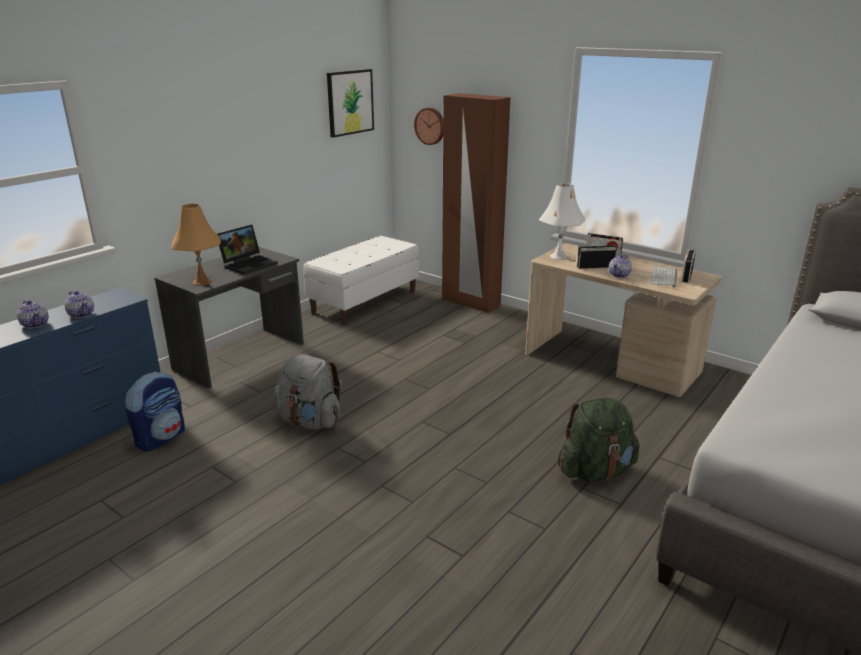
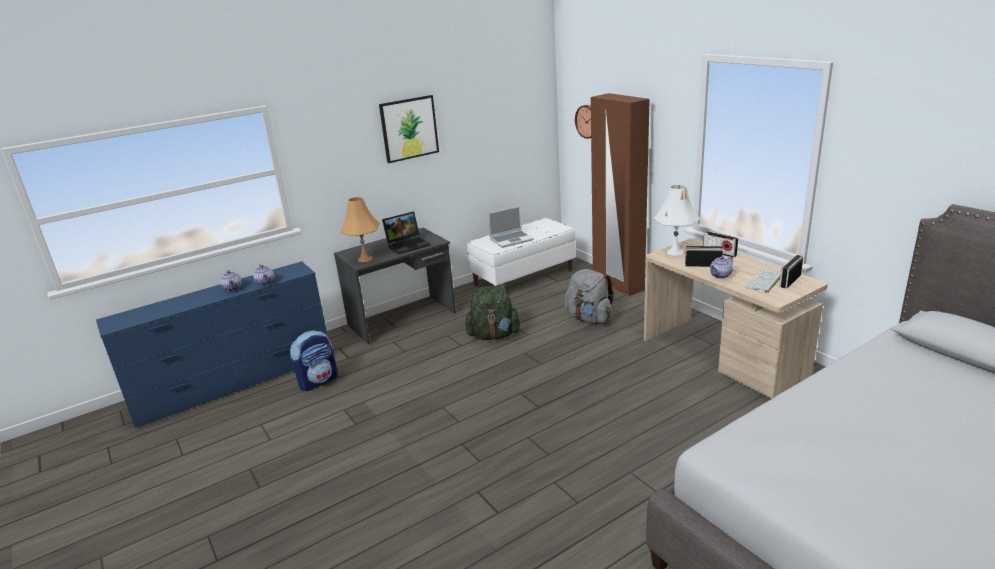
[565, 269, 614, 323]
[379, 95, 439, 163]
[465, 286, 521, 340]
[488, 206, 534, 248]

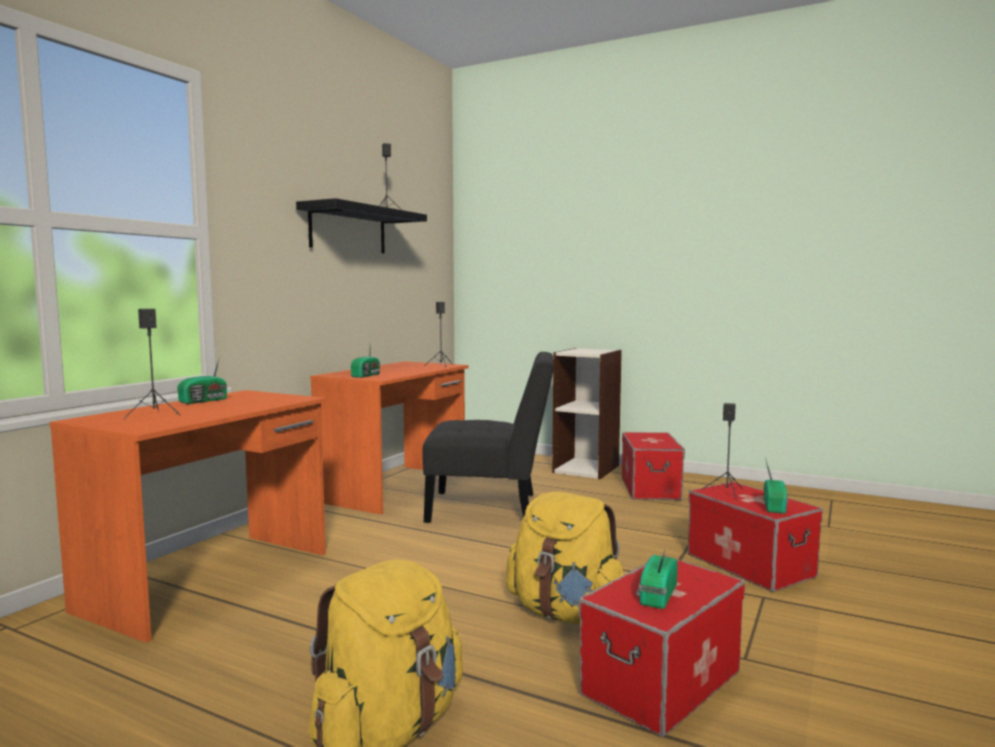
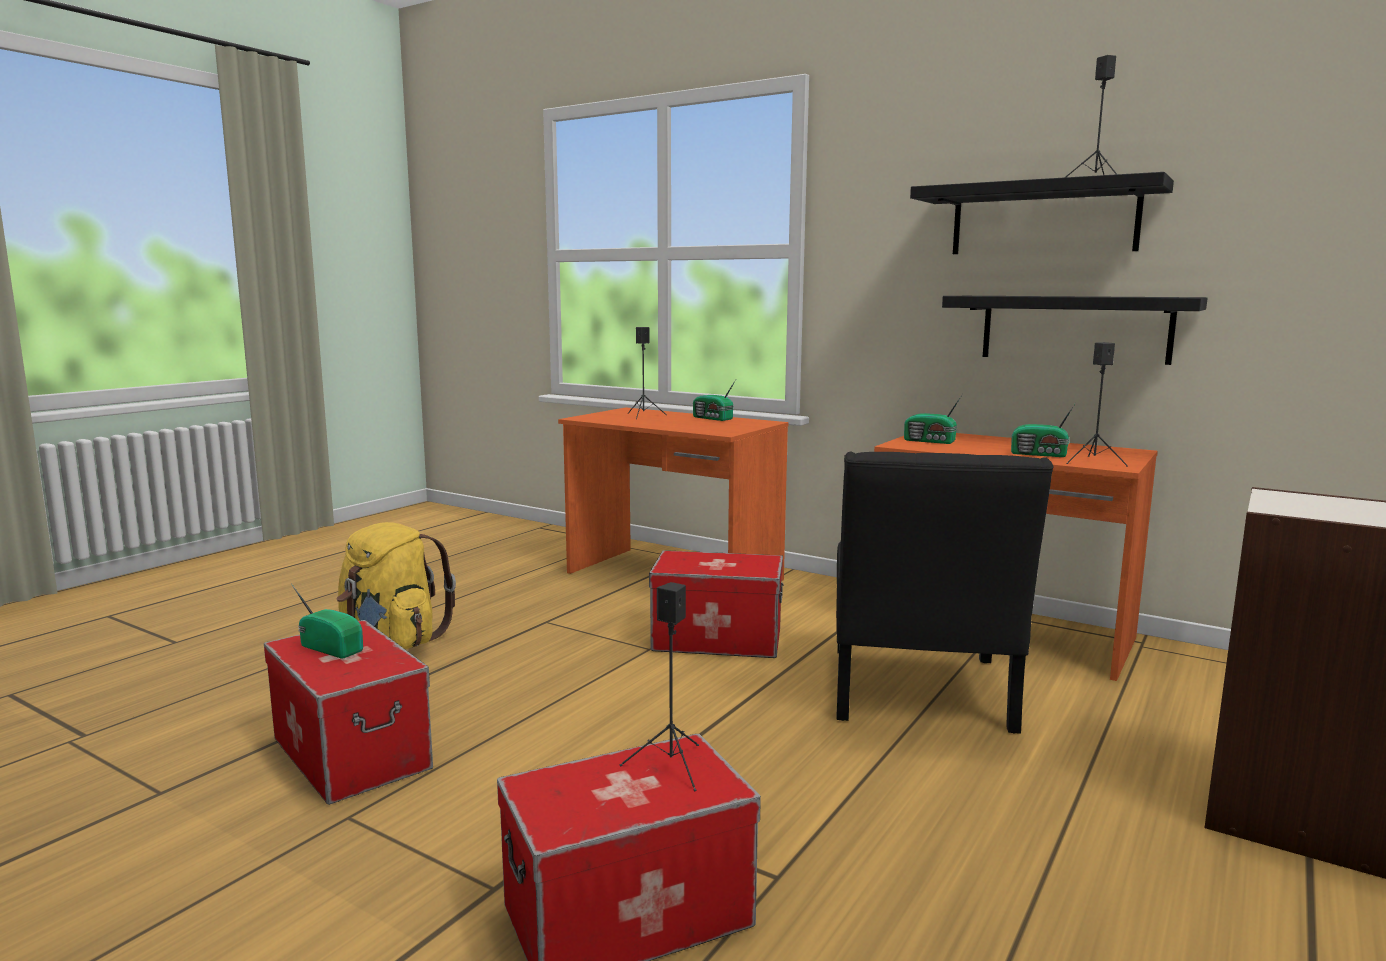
[506, 491, 624, 624] (first image)
[649, 550, 784, 658]
[1011, 404, 1075, 457]
[942, 296, 1208, 365]

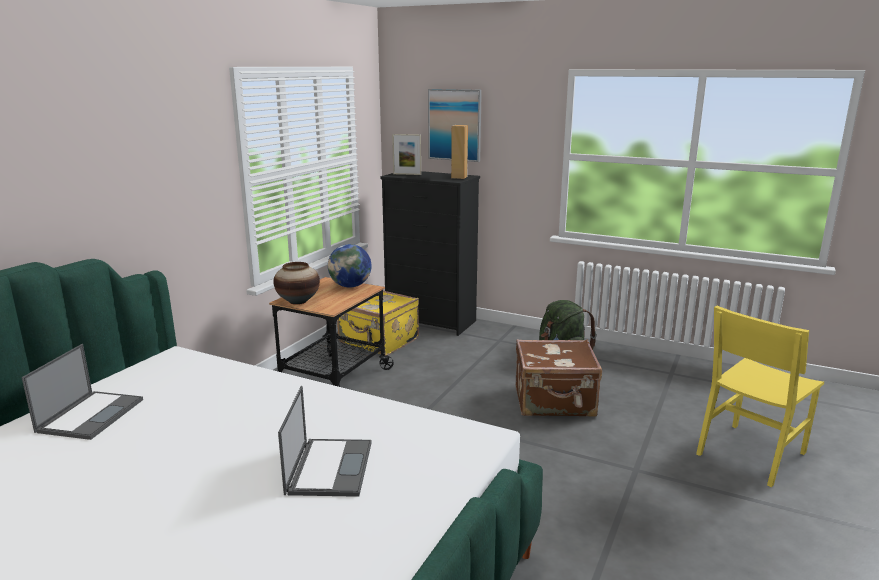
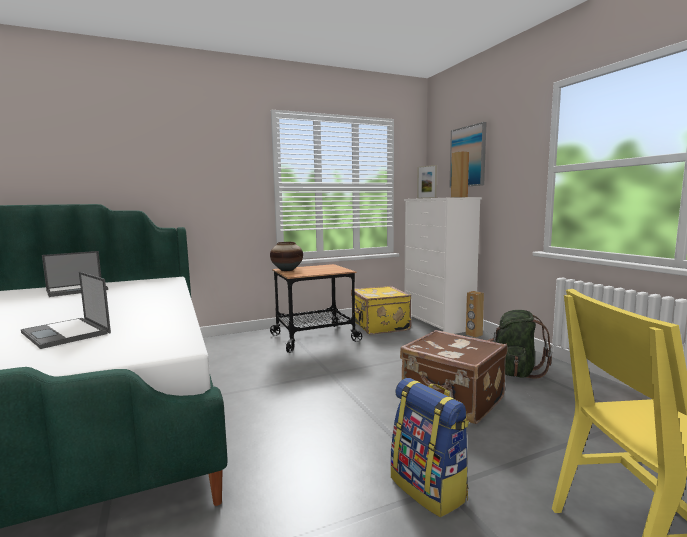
[21, 272, 111, 349]
[328, 244, 371, 288] (first image)
[404, 197, 482, 334]
[391, 378, 469, 517]
[466, 291, 484, 338]

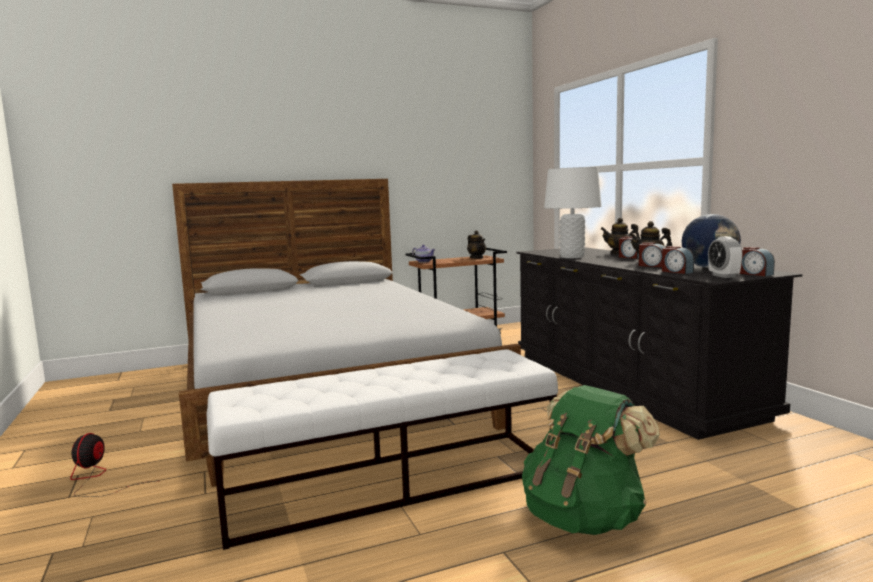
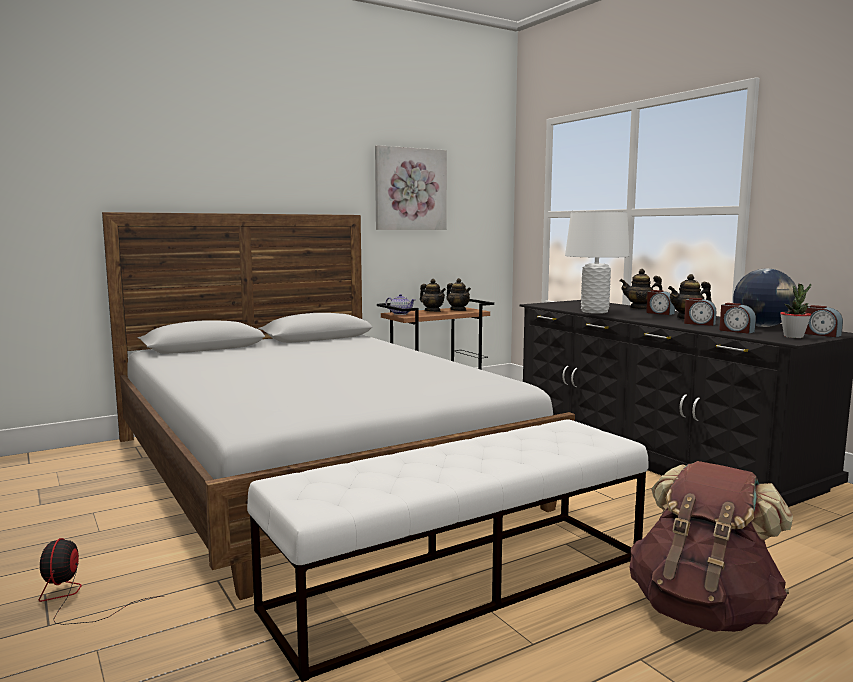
[630, 461, 793, 632]
[780, 284, 811, 338]
[375, 145, 447, 230]
[420, 279, 446, 312]

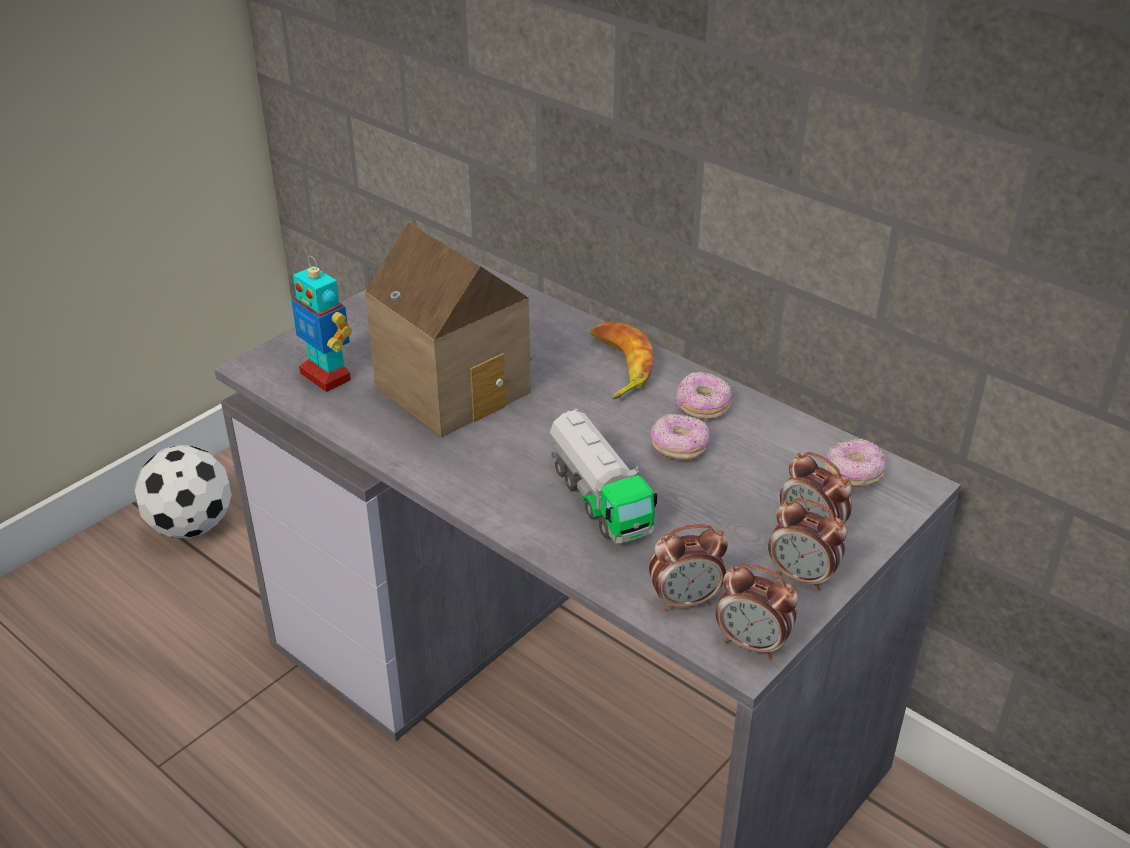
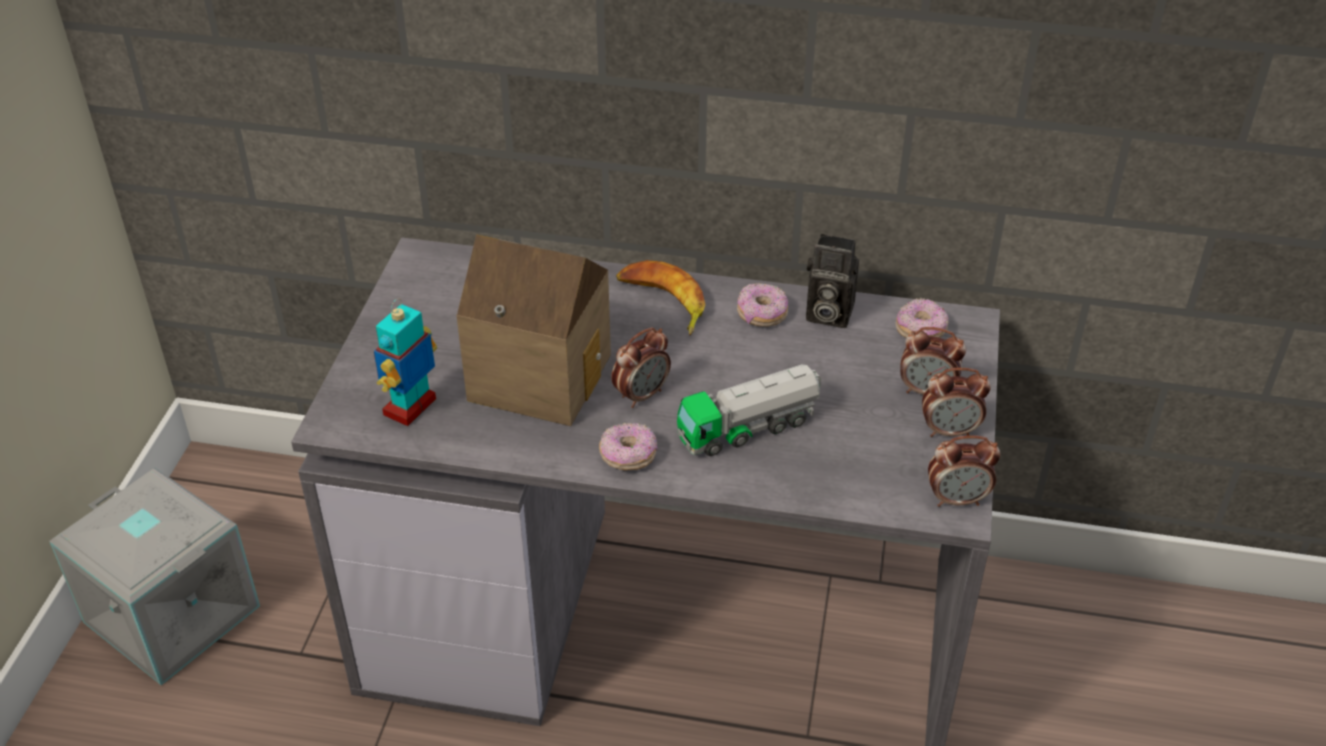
[49, 468, 260, 685]
[374, 298, 437, 426]
[677, 364, 821, 456]
[611, 327, 671, 408]
[599, 423, 657, 471]
[806, 234, 859, 328]

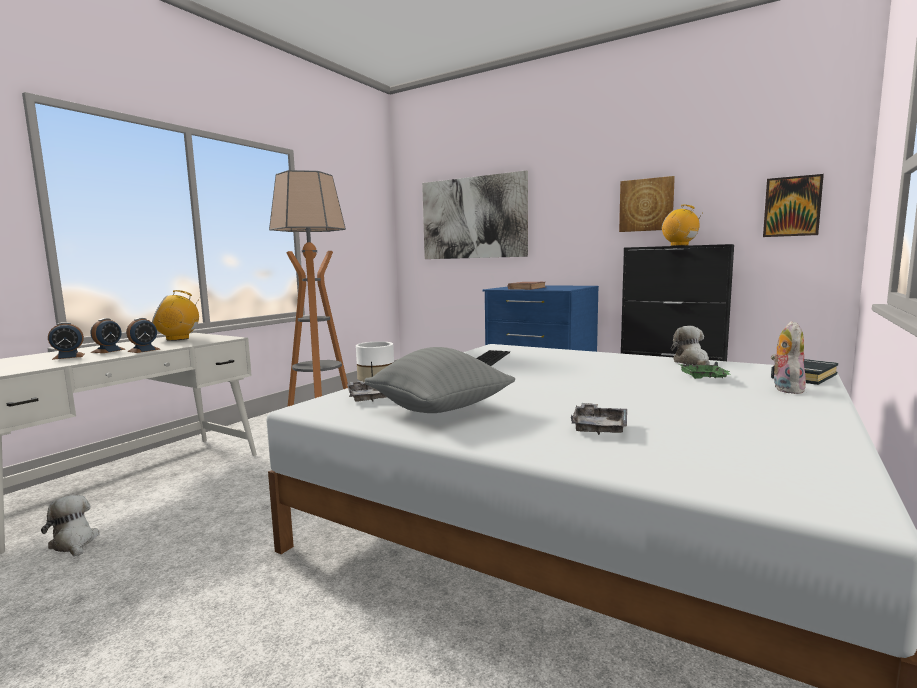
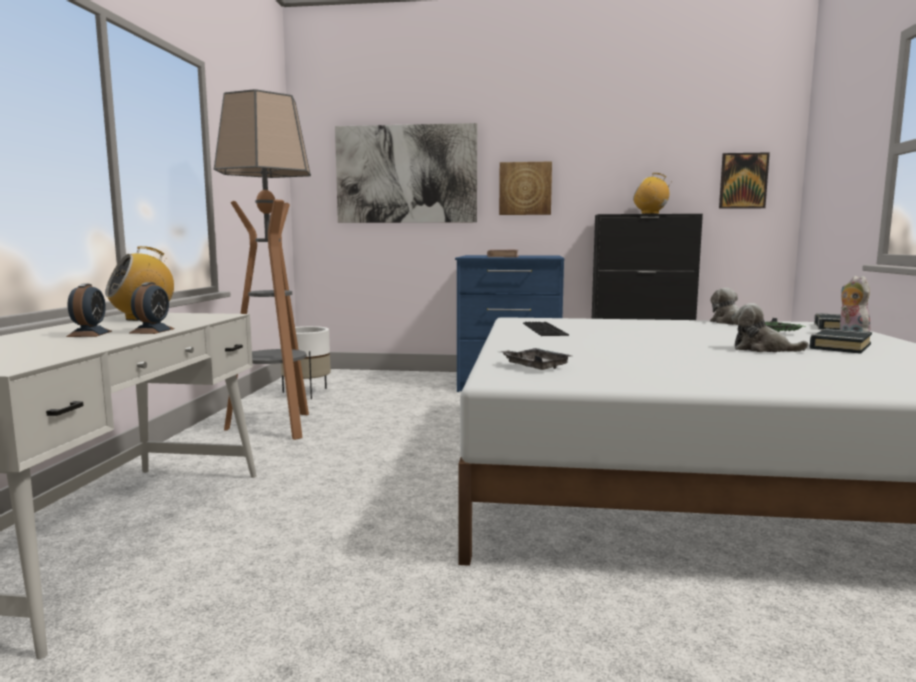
[732, 303, 808, 352]
[48, 322, 84, 360] (first image)
[365, 347, 515, 413] (first image)
[571, 403, 627, 435] (first image)
[499, 161, 552, 215]
[810, 329, 872, 354]

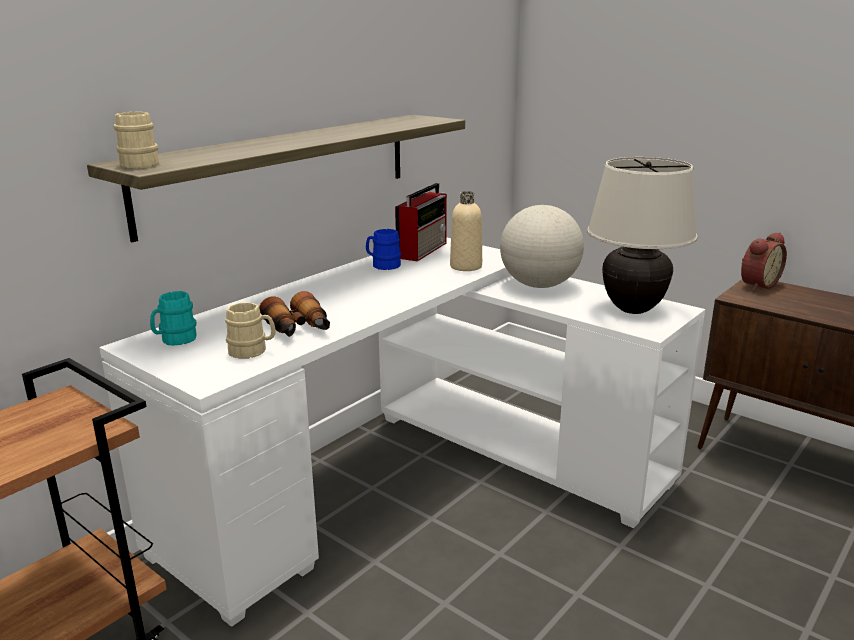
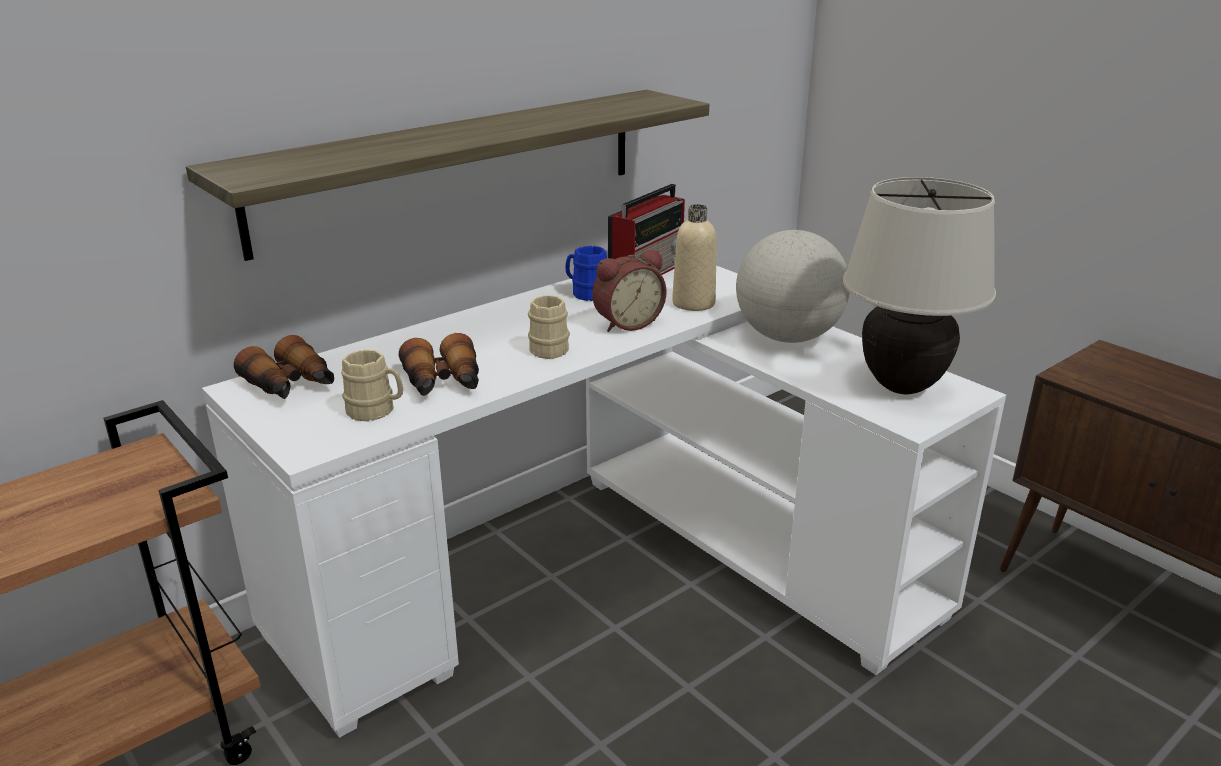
[528, 295, 570, 359]
[234, 335, 334, 399]
[592, 249, 667, 332]

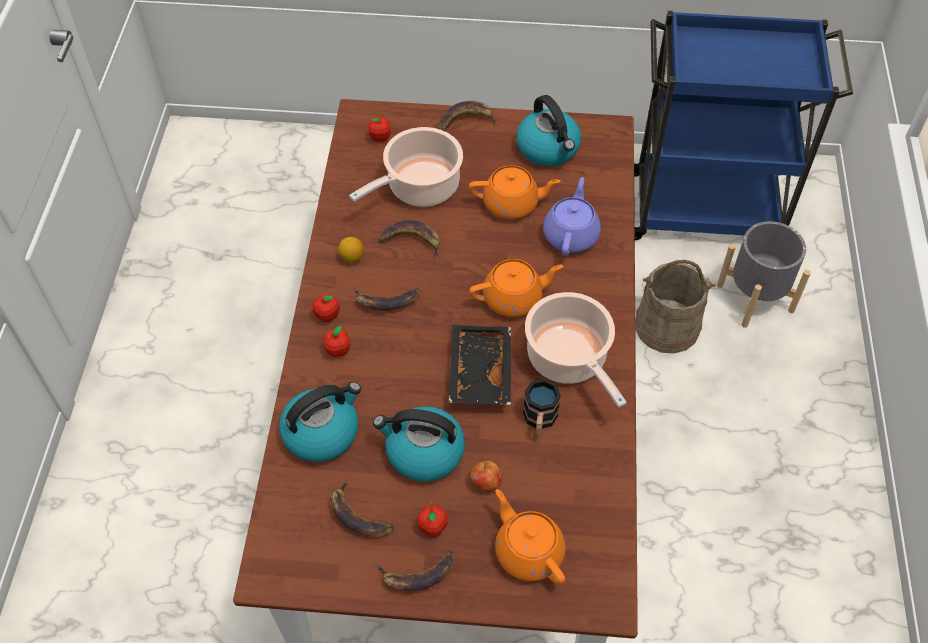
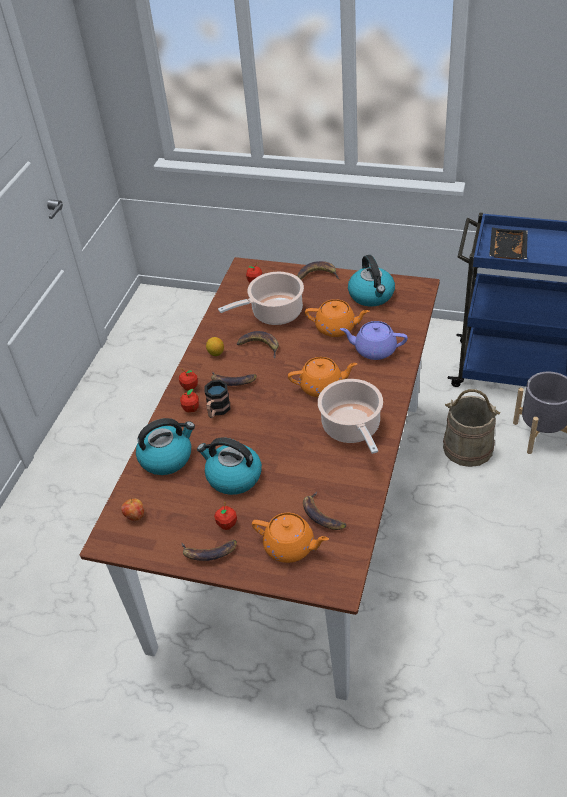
[303, 491, 347, 530]
[489, 228, 528, 260]
[121, 498, 144, 521]
[252, 513, 329, 563]
[205, 380, 230, 418]
[340, 321, 408, 360]

